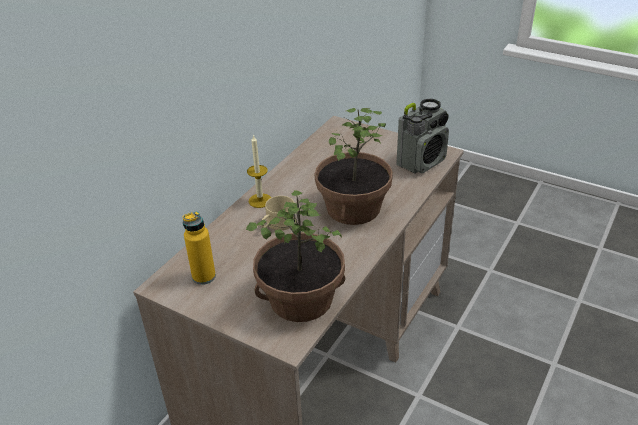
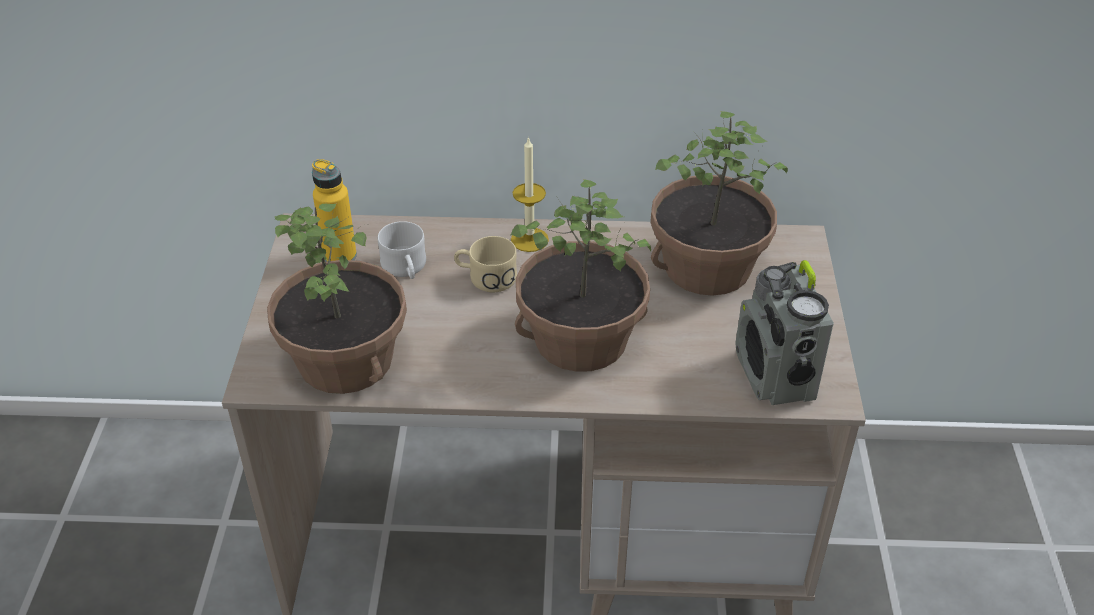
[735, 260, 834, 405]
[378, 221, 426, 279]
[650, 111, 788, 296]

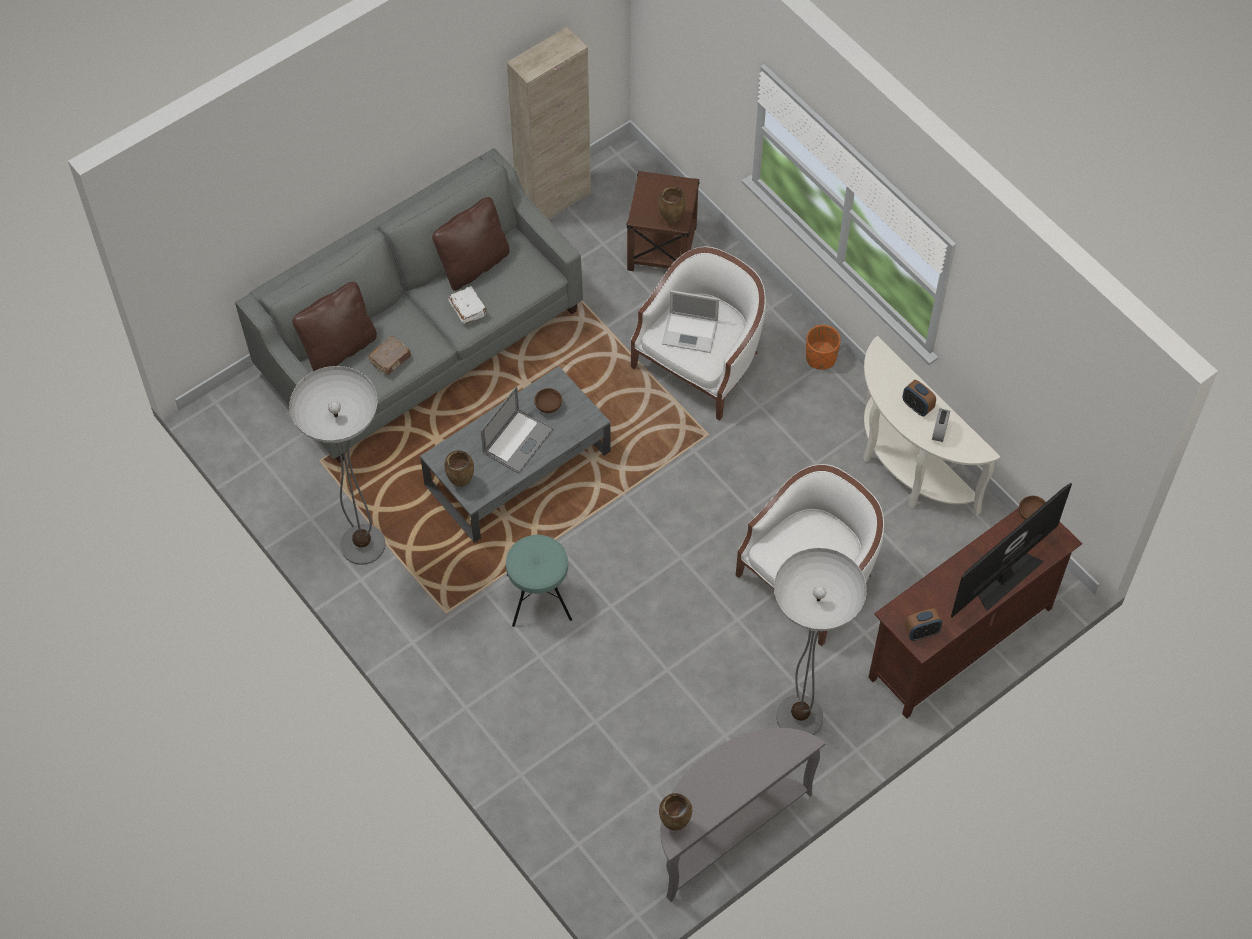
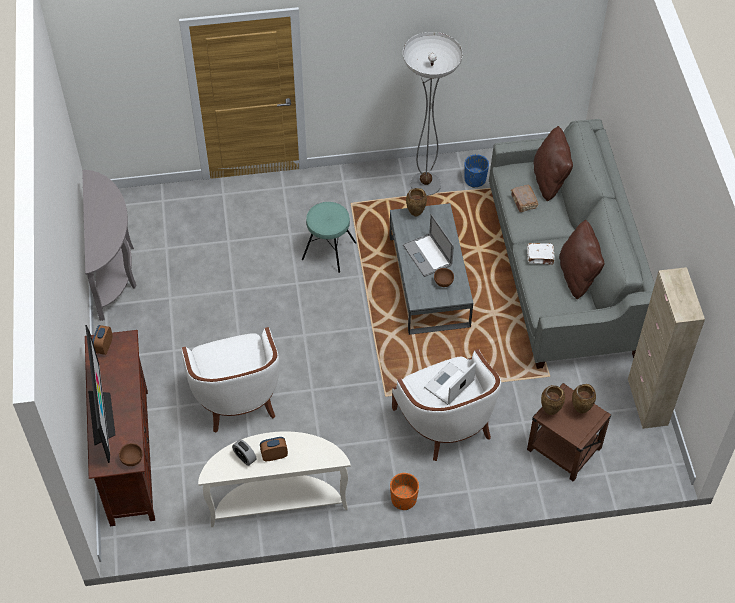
[572, 384, 596, 413]
[774, 548, 867, 735] (first image)
[464, 154, 489, 188]

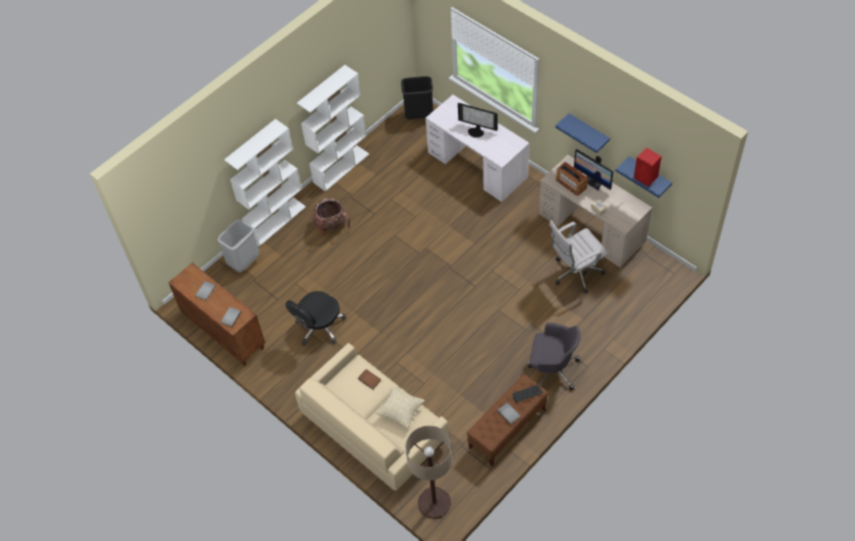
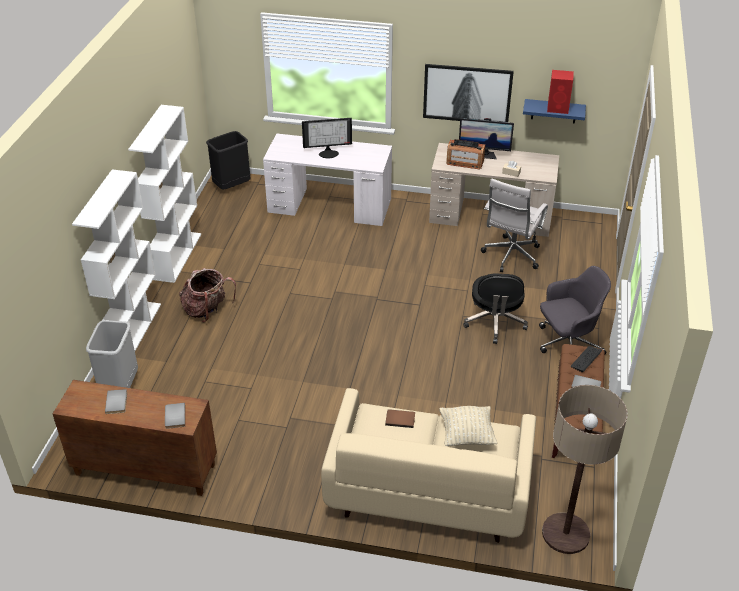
[463, 274, 528, 344]
[423, 64, 514, 122]

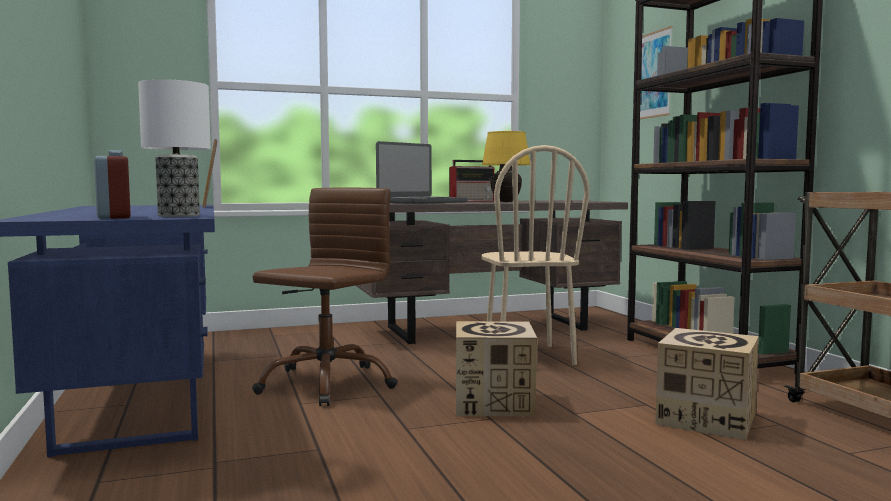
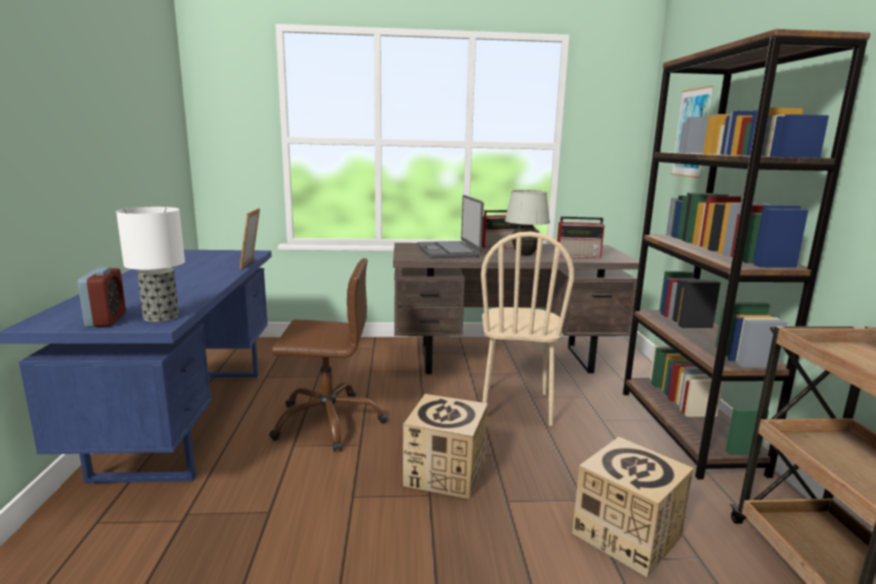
[269, 258, 387, 452]
[417, 195, 484, 258]
[505, 190, 550, 256]
[557, 216, 605, 258]

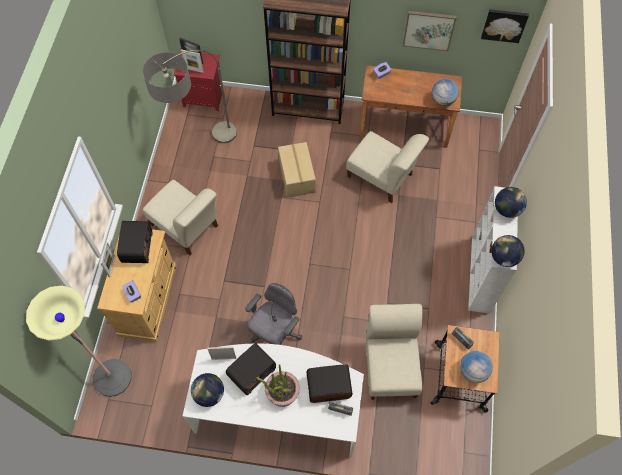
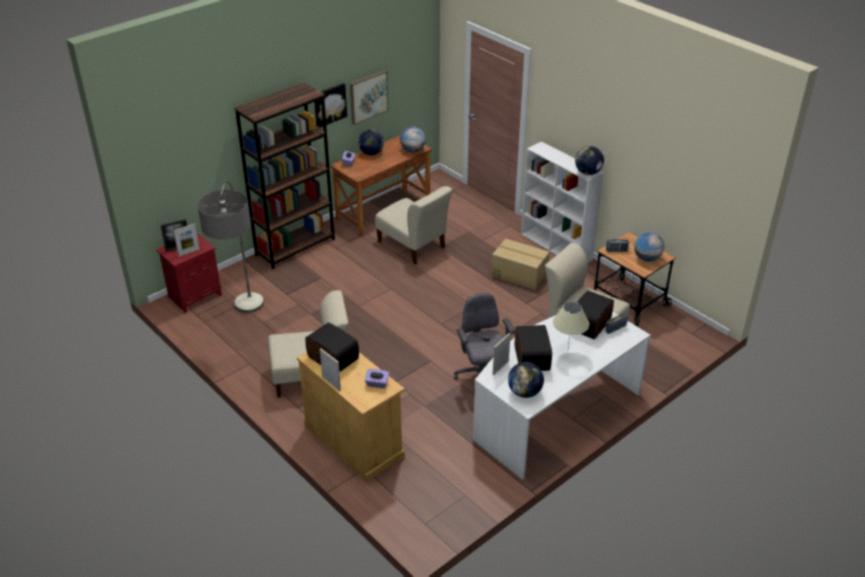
[26, 286, 132, 397] (first image)
[553, 302, 589, 347]
[491, 239, 550, 290]
[375, 186, 452, 265]
[314, 83, 347, 128]
[358, 129, 384, 155]

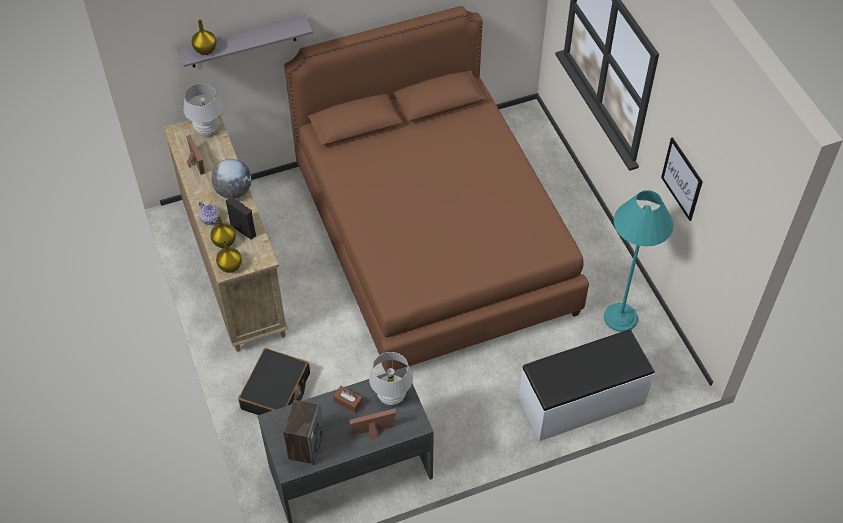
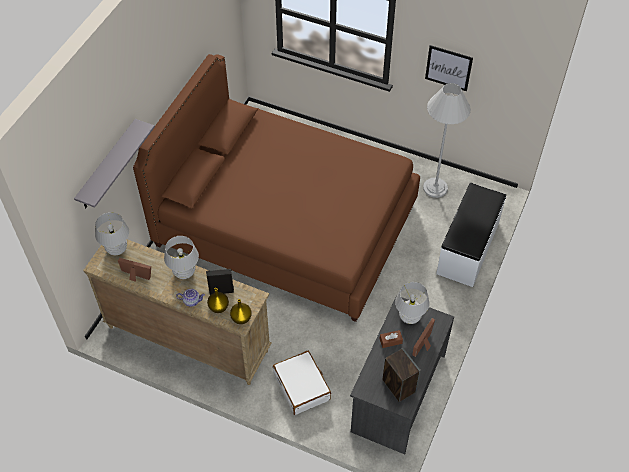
[192, 20, 216, 55] (first image)
[164, 236, 199, 279]
[273, 351, 331, 415]
[423, 83, 471, 198]

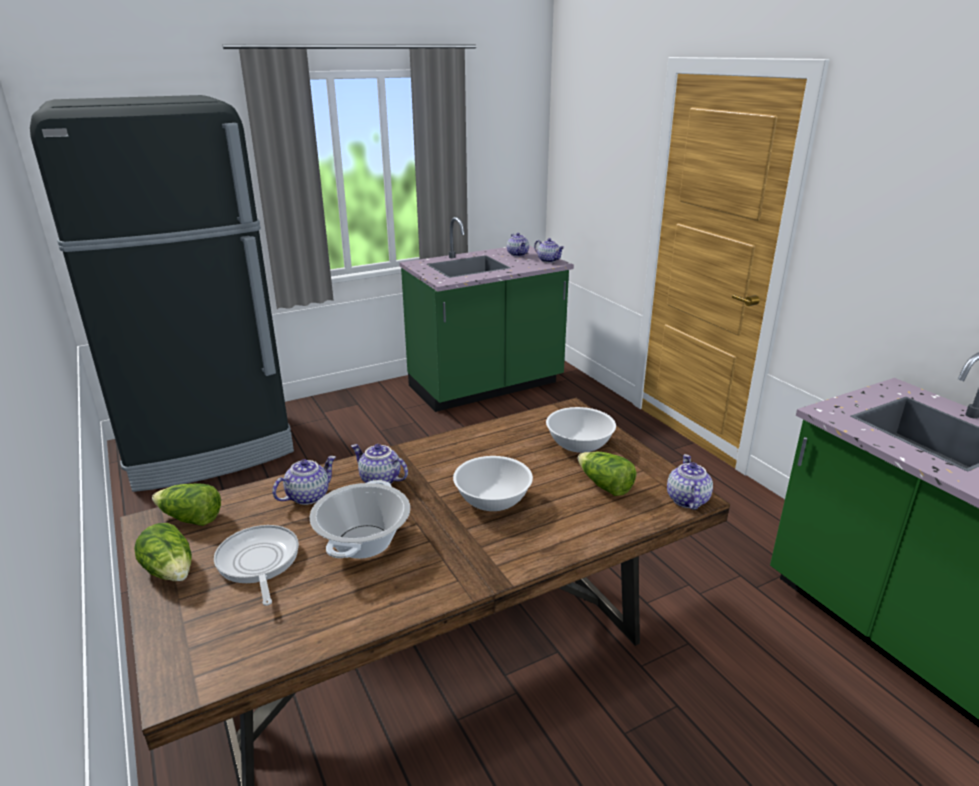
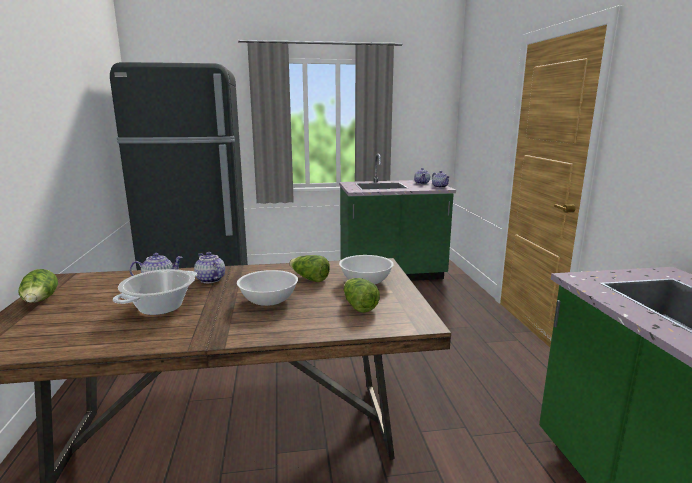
[289, 255, 330, 282]
[214, 525, 299, 606] (first image)
[667, 454, 713, 510] (first image)

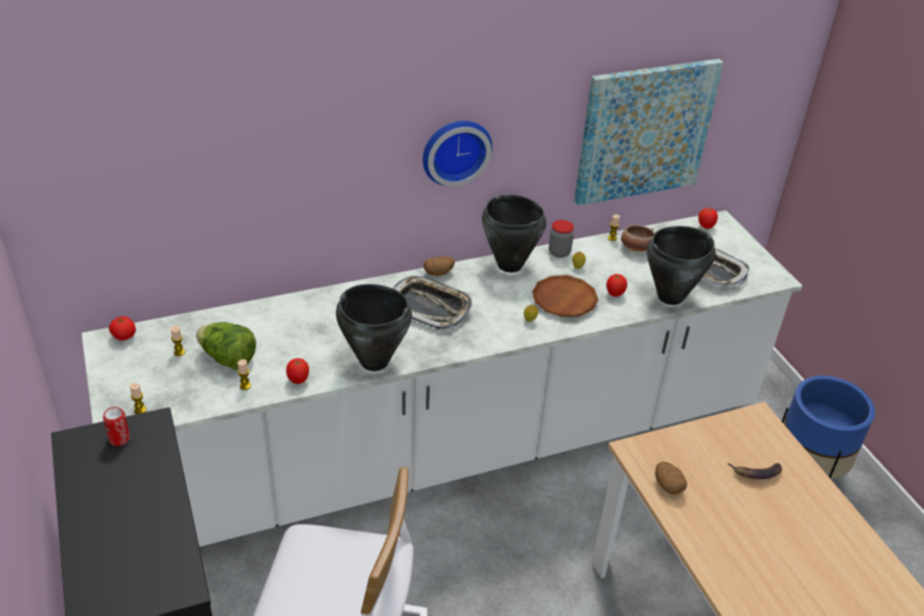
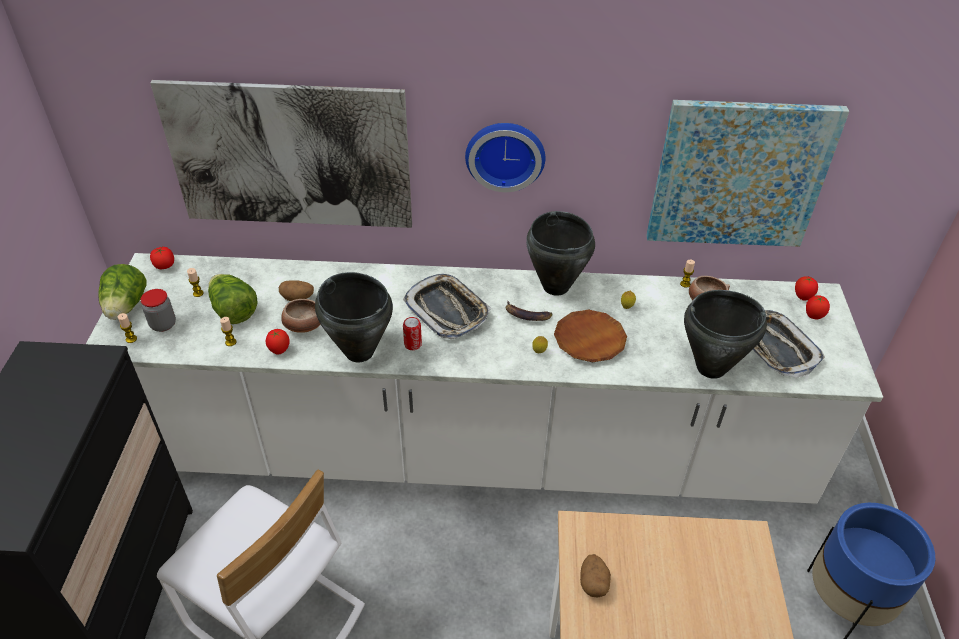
[403, 317, 422, 350]
[279, 280, 314, 301]
[140, 289, 176, 332]
[806, 295, 830, 320]
[505, 301, 552, 321]
[98, 264, 147, 320]
[150, 80, 412, 228]
[281, 299, 321, 333]

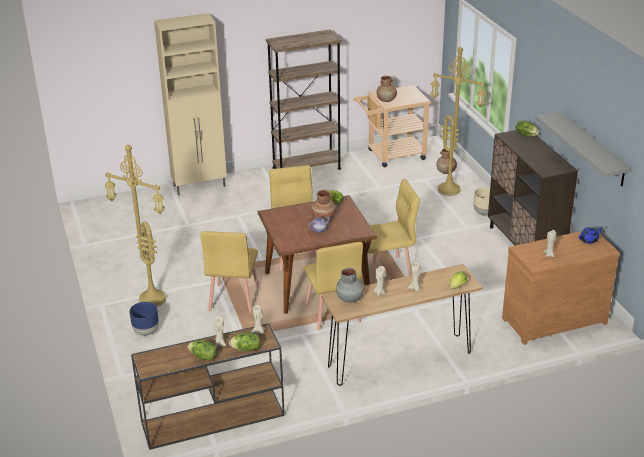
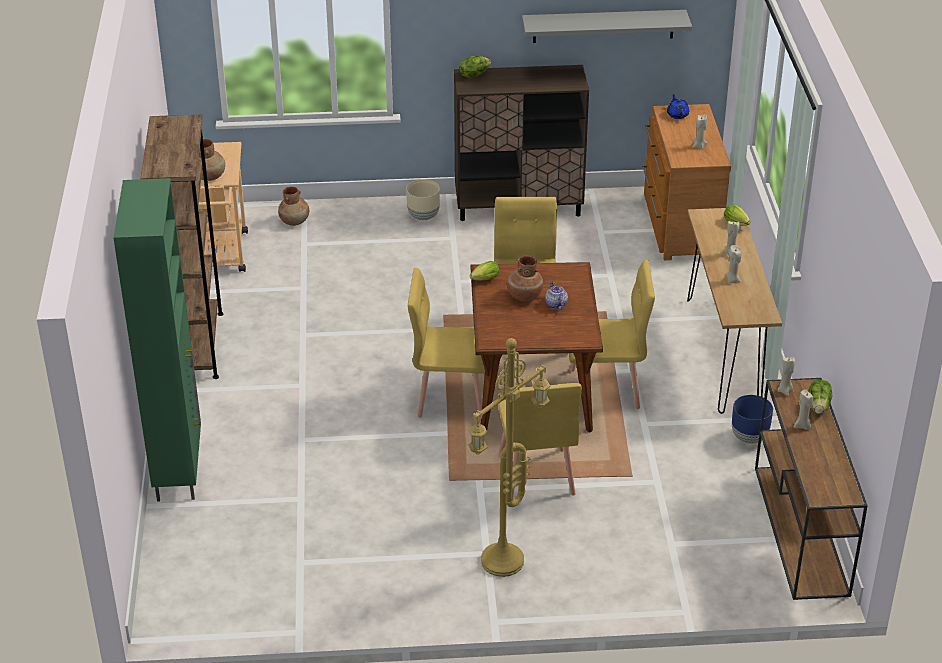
[732, 395, 773, 444]
[113, 178, 201, 502]
[187, 340, 217, 360] (first image)
[498, 383, 582, 500]
[336, 268, 364, 303] (first image)
[430, 47, 486, 196] (first image)

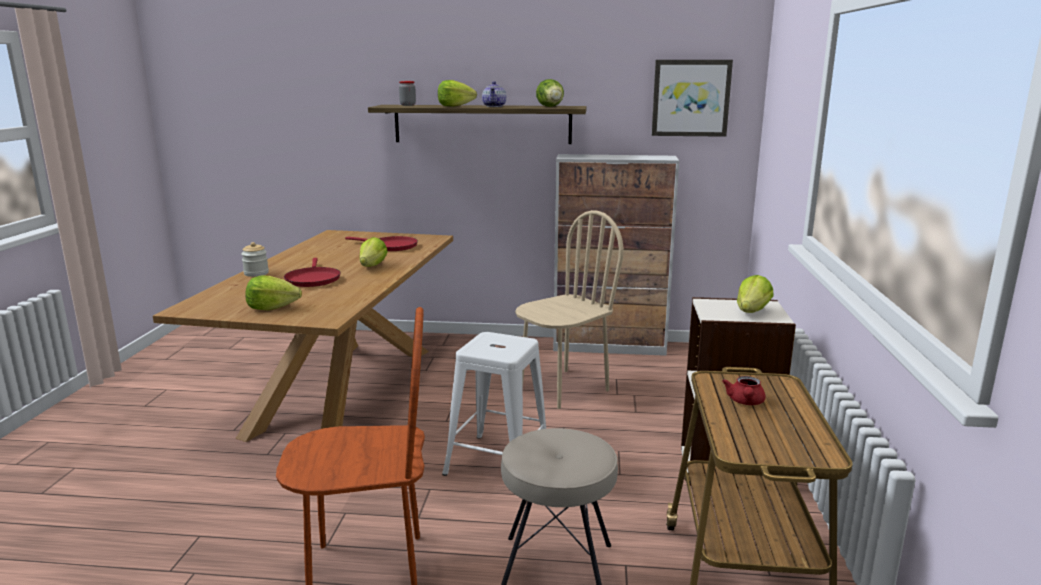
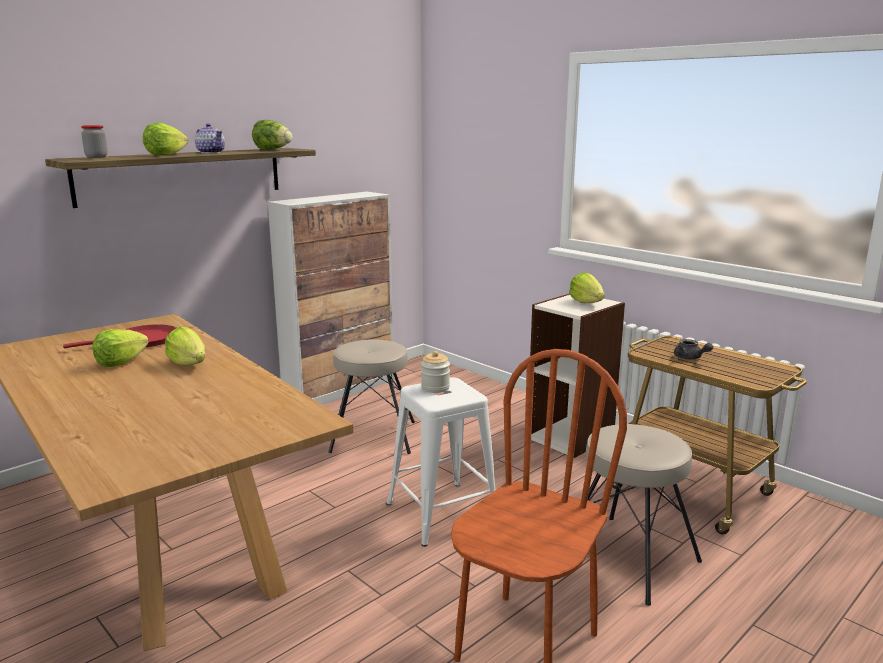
[421, 351, 450, 393]
[92, 329, 149, 367]
[284, 258, 340, 287] (first image)
[328, 339, 415, 454]
[652, 60, 733, 137] (first image)
[674, 339, 713, 360]

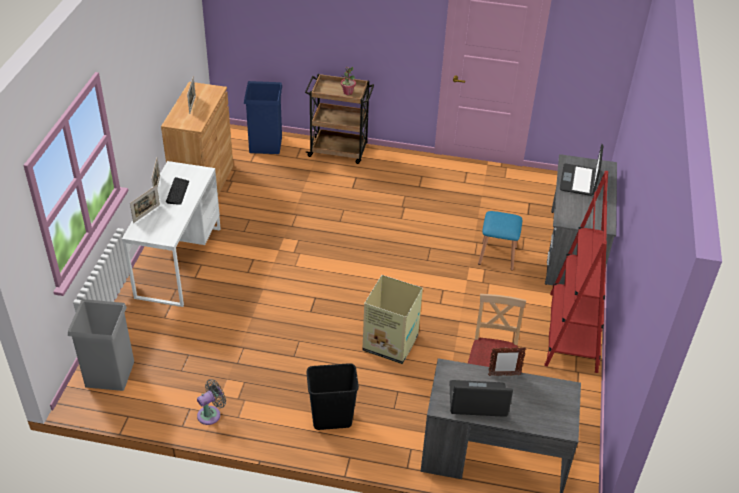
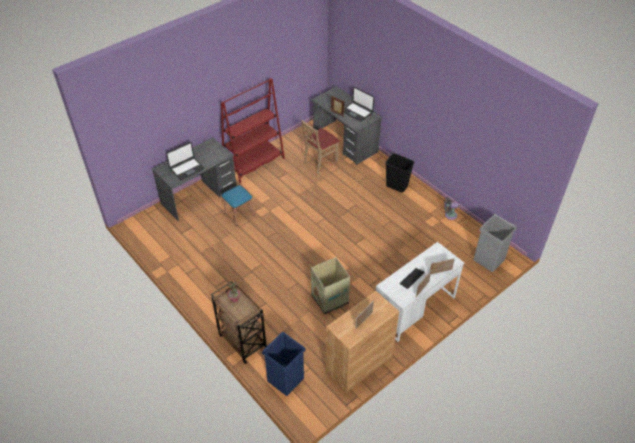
[311, 257, 350, 314]

